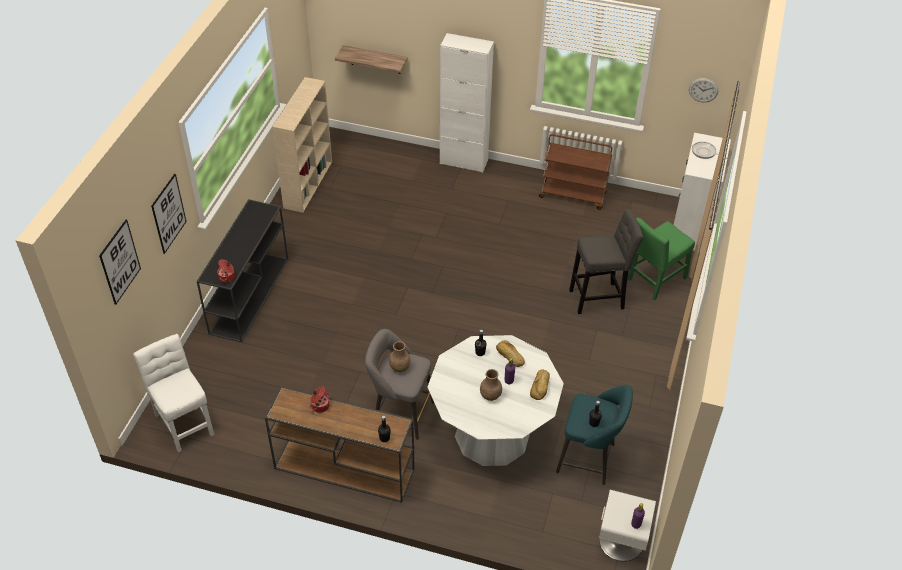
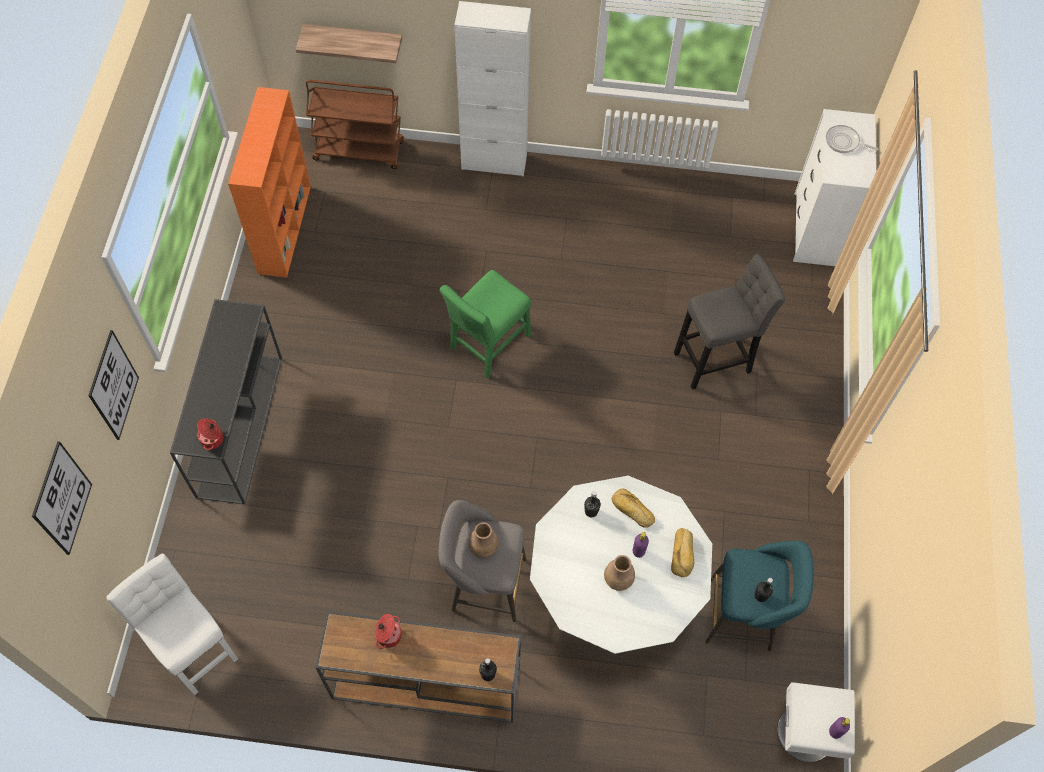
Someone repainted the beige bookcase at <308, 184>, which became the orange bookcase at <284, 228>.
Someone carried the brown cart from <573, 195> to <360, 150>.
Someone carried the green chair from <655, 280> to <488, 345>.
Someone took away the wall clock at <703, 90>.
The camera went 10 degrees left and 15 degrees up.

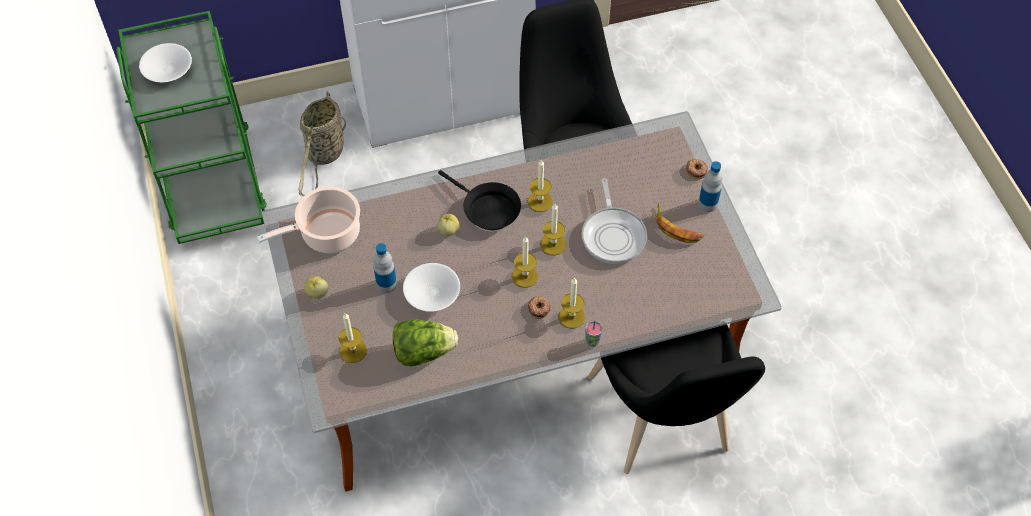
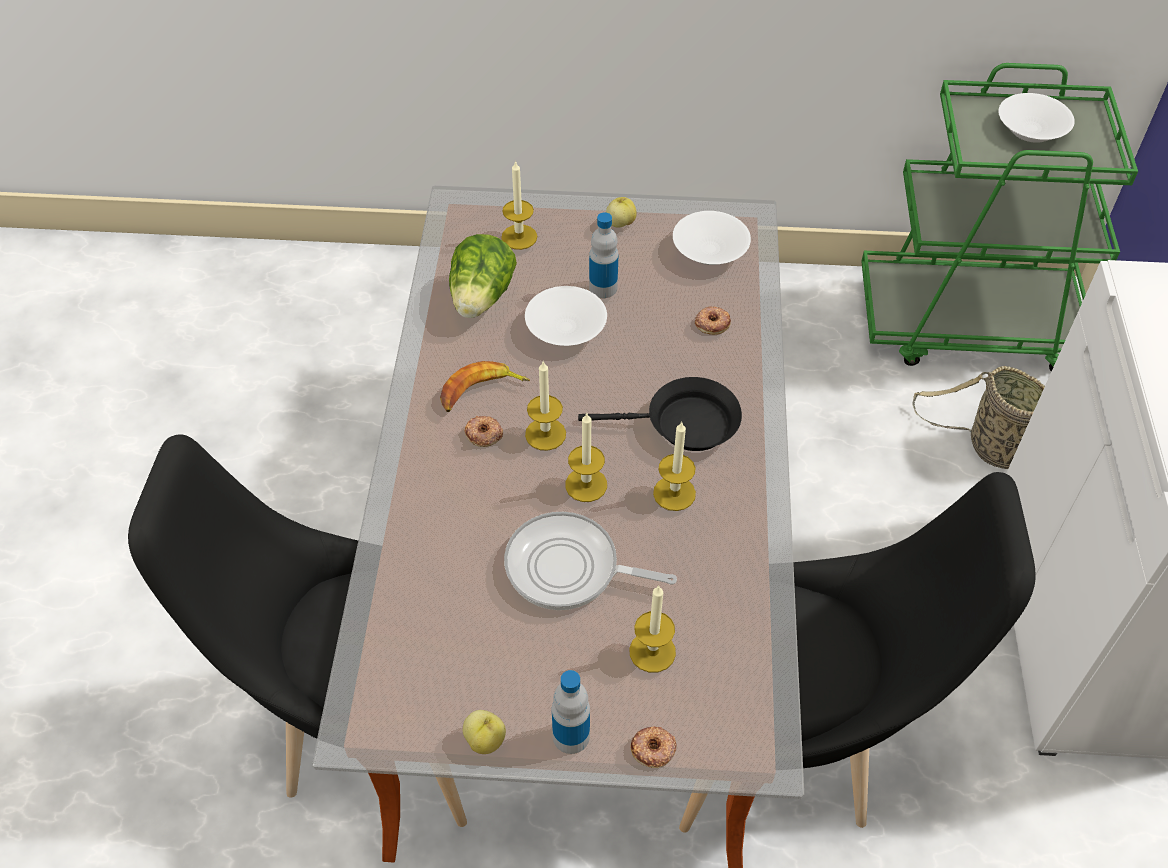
Someone swapped the cooking pot at <327, 234> for the white bowl at <710, 249>.
Someone rotated the black frying pan at <487, 209> by 150 degrees counterclockwise.
Someone carried the apple from <448, 231> to <485, 740>.
Someone carried the candle from <571, 316> to <652, 651>.
Someone took away the cup at <592, 342>.
Someone carried the banana from <676, 228> to <480, 392>.
Someone put down the donut at <712, 323>.
The camera went 110 degrees right and 5 degrees down.

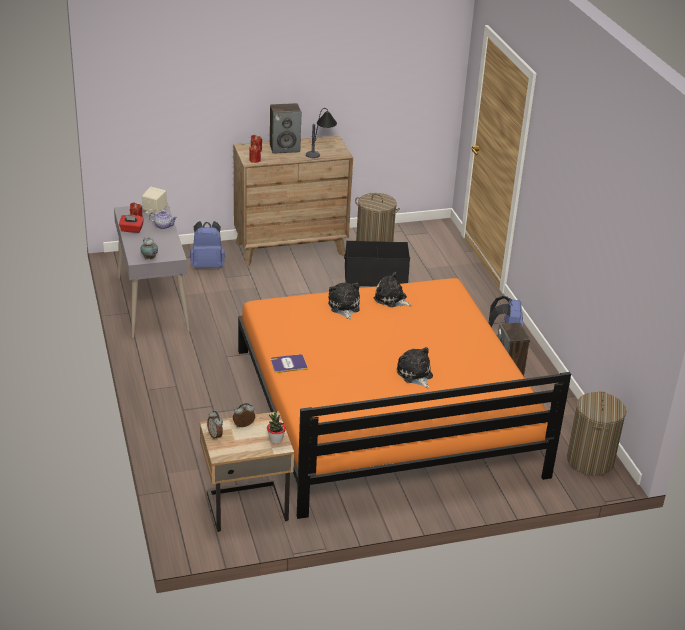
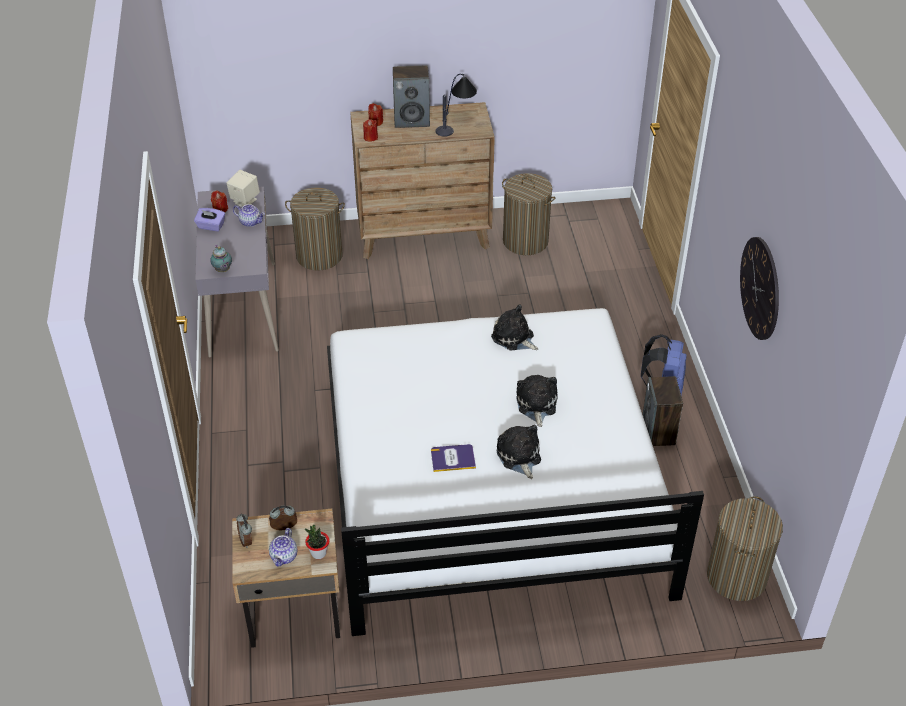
Someone repainted the red tissue box at <131, 230>, which became the purple tissue box at <211, 226>.
Someone swapped the blue backpack at <207, 265> for the laundry basket at <319, 256>.
Someone repainted the orange bed at <385, 411>, which became the white bed at <491, 484>.
Someone carried the book from <288, 364> to <453, 458>.
Someone carried the plush toy from <344, 307> to <536, 405>.
Someone took away the black storage box at <375, 278>.
Someone put down the teapot at <284, 556>.
Someone put up the wall clock at <760, 288>.
The camera went 10 degrees right and 10 degrees up.

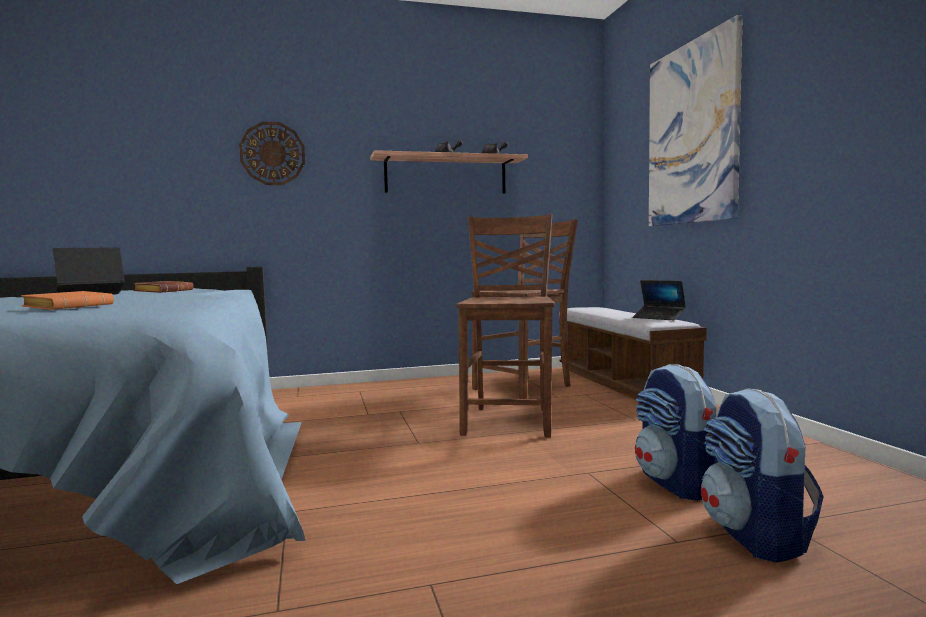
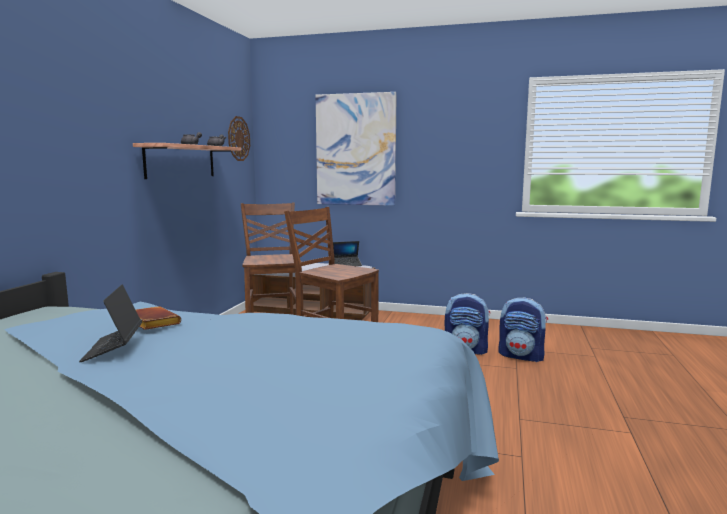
Someone took away the orange book at <70, 307>.
Someone carried the wall clock from <272, 153> to <238, 138>.
The camera went 60 degrees left and 5 degrees up.

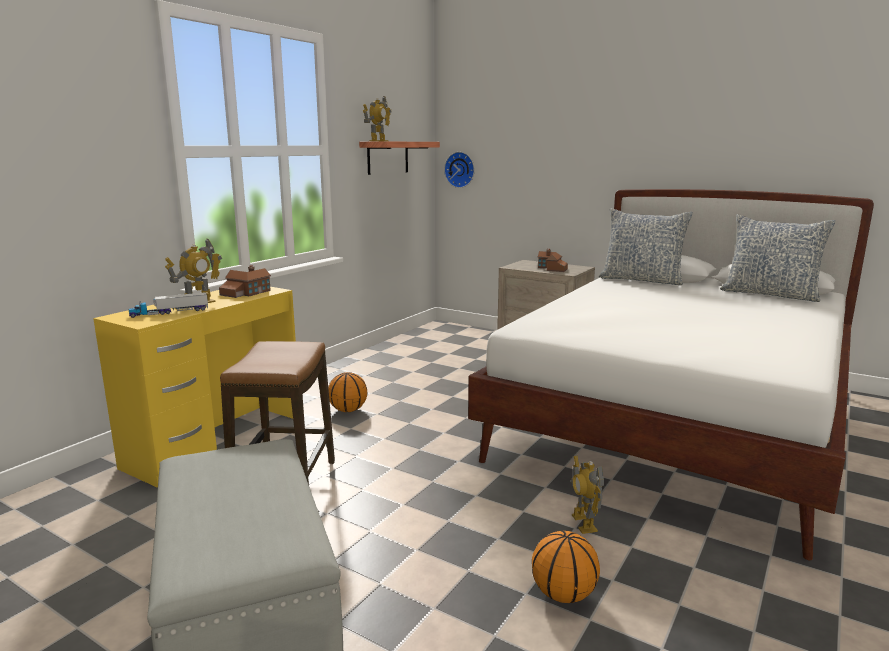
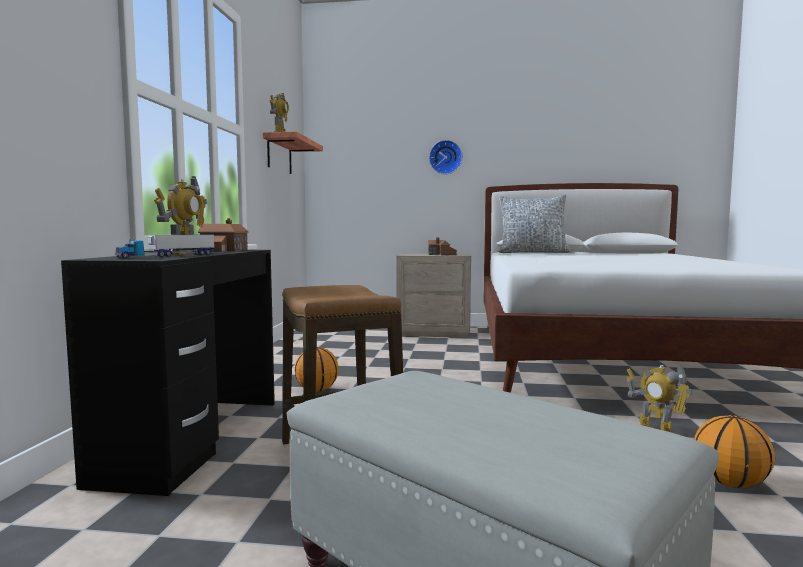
Someone repainted the yellow desk at <216, 442>, which became the black desk at <194, 438>.
Someone carried the wall clock from <460, 169> to <445, 157>.
Someone took away the pillow at <770, 294>.
The camera went 25 degrees left and 10 degrees down.

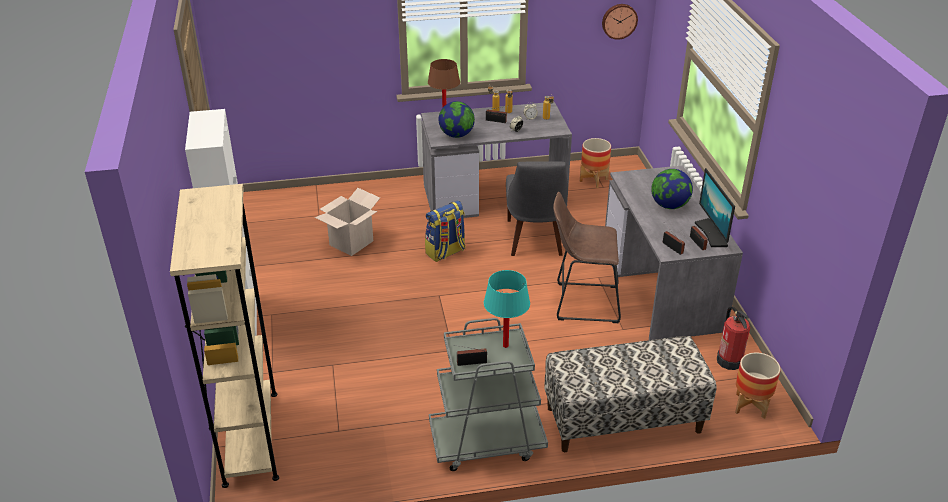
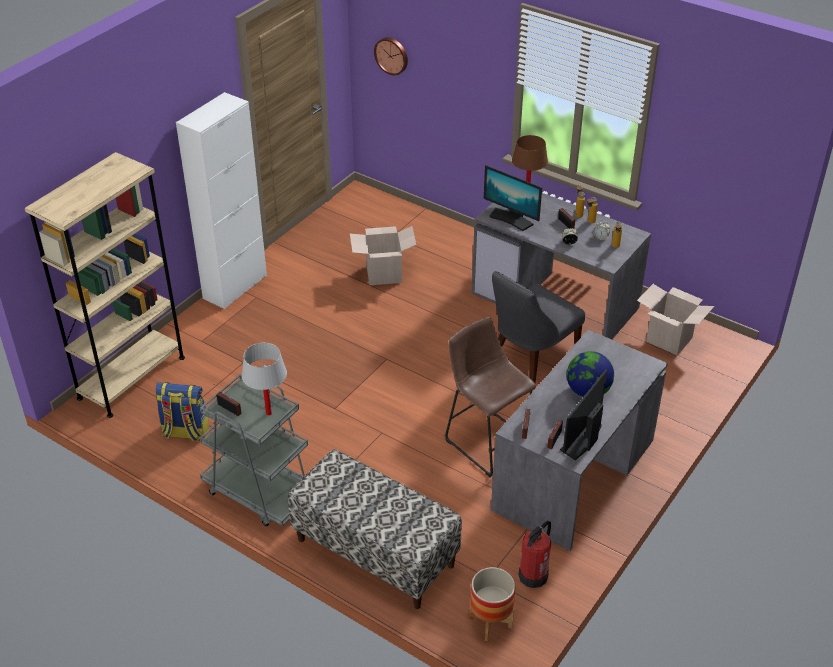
Someone carried the backpack from <445, 252> to <185, 432>.
Someone swapped the globe at <456, 135> for the monitor at <511, 219>.
Someone repainted the turquoise table lamp at <505, 346>, which became the white table lamp at <268, 413>.
Someone swapped the planter at <593, 180> for the cardboard box at <669, 339>.
Someone carried the wall clock from <619, 20> to <392, 55>.
The camera went 45 degrees right and 5 degrees up.

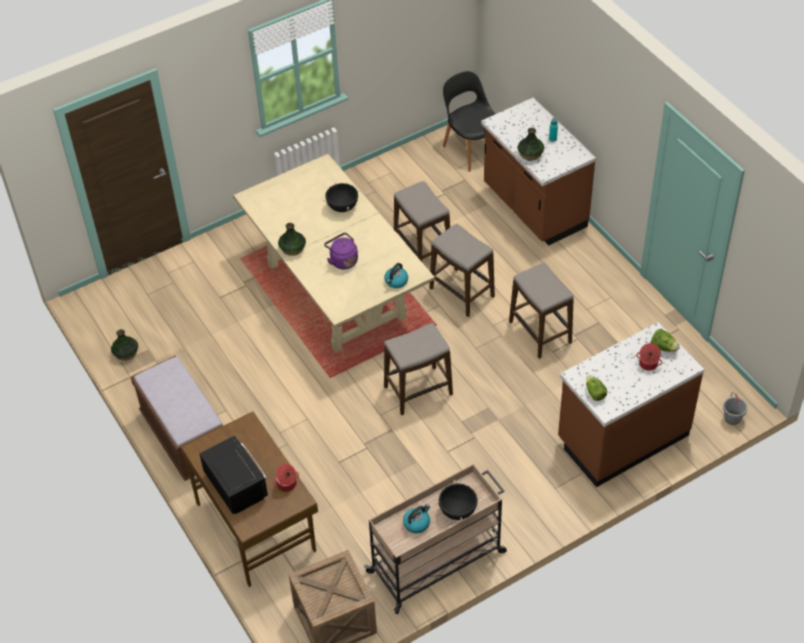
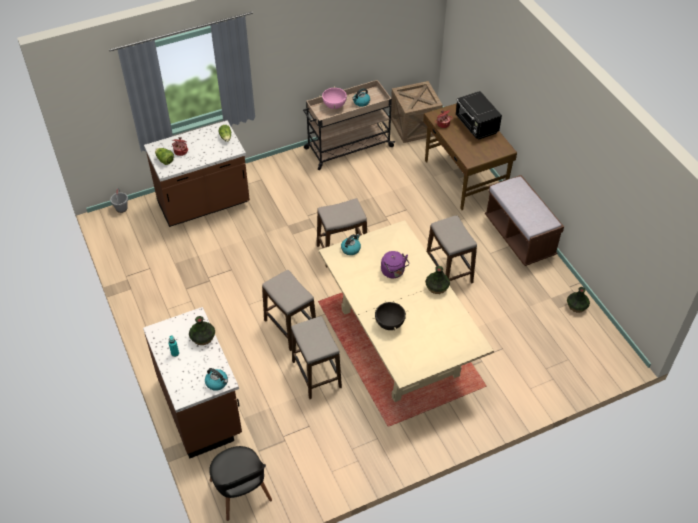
Someone repainted the black cooking pot at <457, 511>, which became the pink cooking pot at <334, 106>.
Someone carried the stool from <540, 333> to <449, 271>.
Someone put down the kettle at <217, 382>.
The camera went 175 degrees left and 0 degrees up.

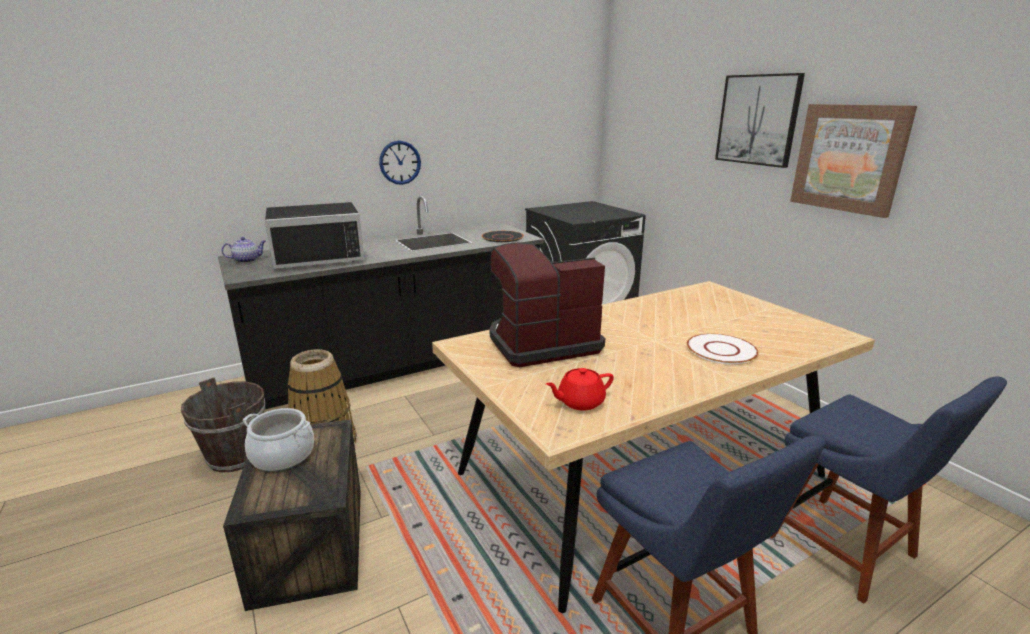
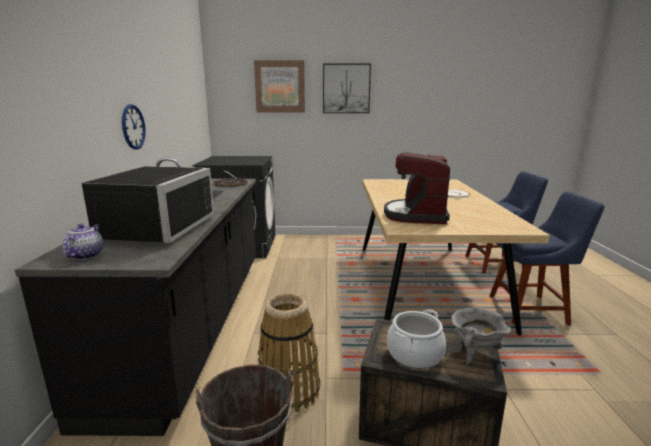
Someone took away the red teapot at <579, 402>.
Someone carried the picture from <849, 158> to <280, 86>.
Someone put down the grey cooking pot at <475, 353>.
The camera went 60 degrees left and 5 degrees down.

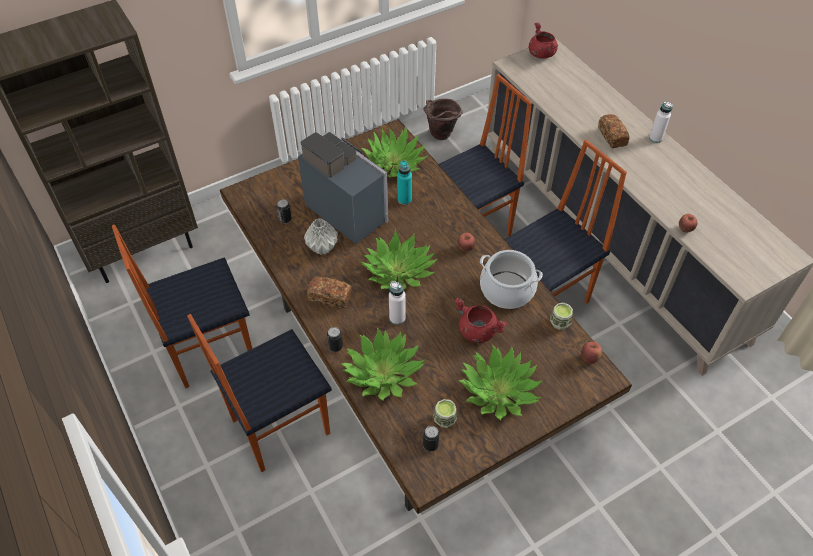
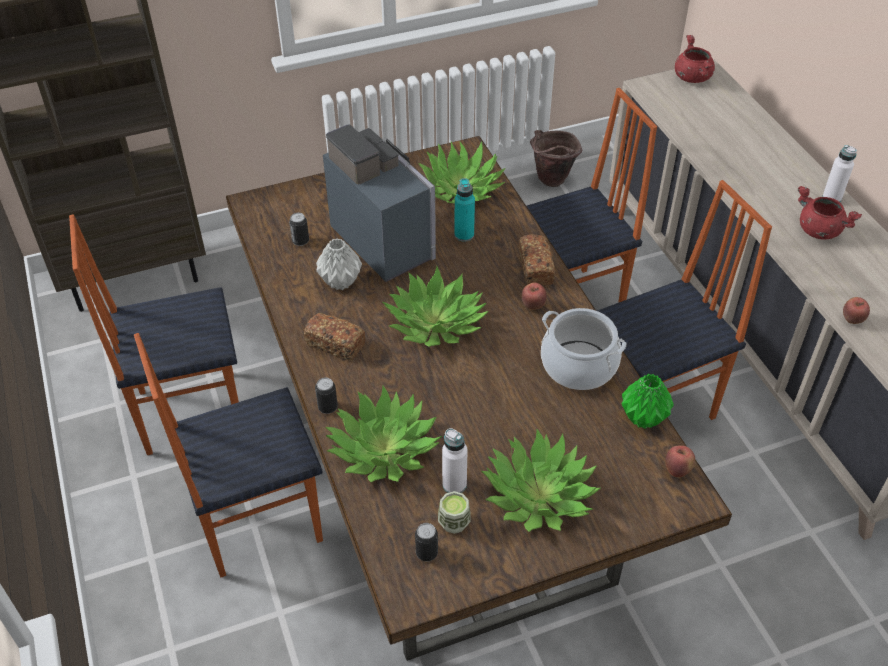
Someone carried the white bottle from <397, 318> to <454, 484>.
Someone carried the red cooking pot from <477, 331> to <818, 230>.
Someone swapped the cup at <559, 323> for the green vase at <644, 417>.
Someone carried the bread from <612, 137> to <535, 269>.
The camera went 10 degrees right and 5 degrees down.

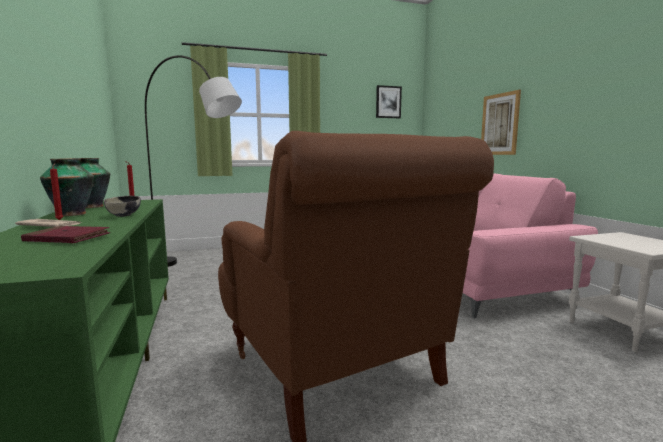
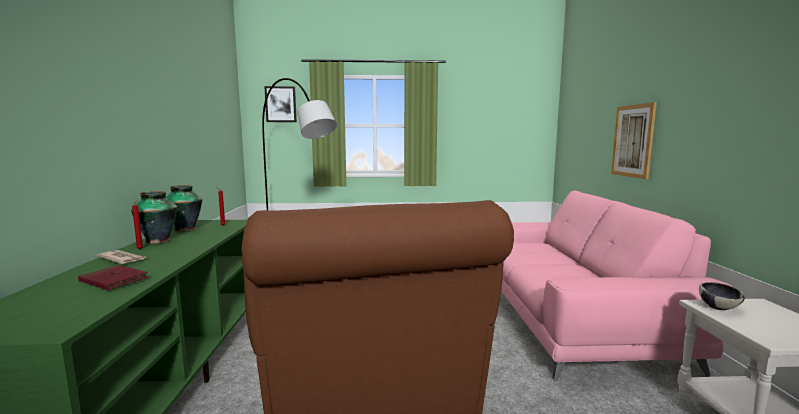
Someone carried the bowl from <124, 215> to <718, 307>.
Someone carried the picture from <388, 102> to <281, 104>.
The camera went 15 degrees right and 0 degrees up.

